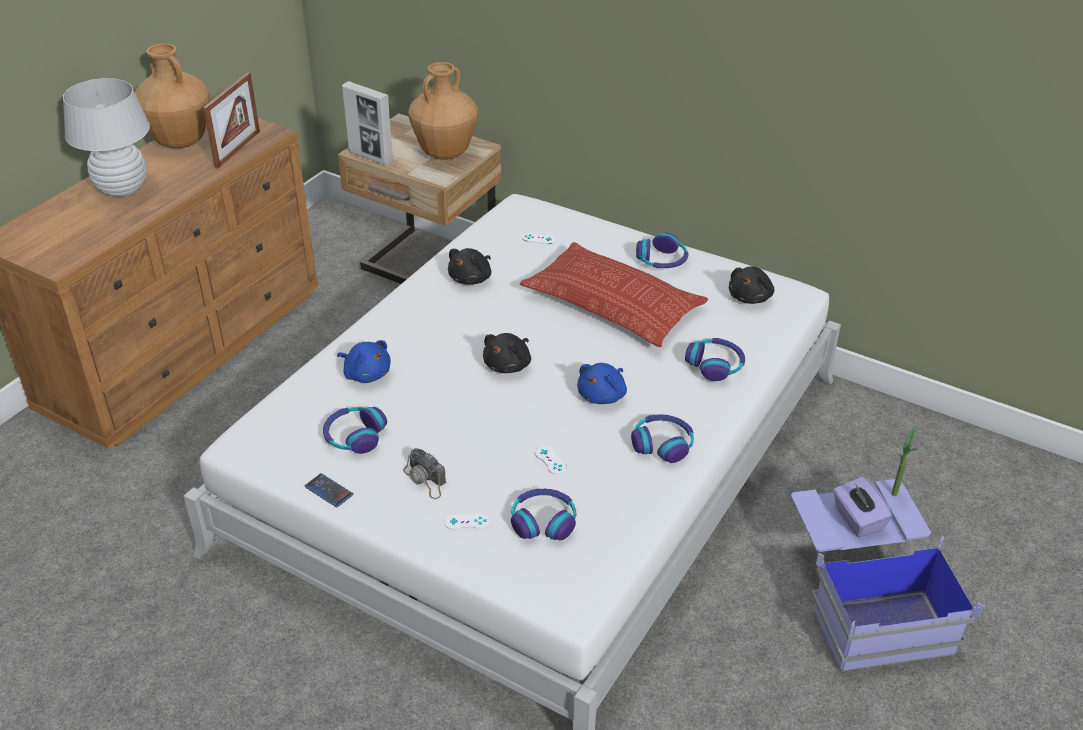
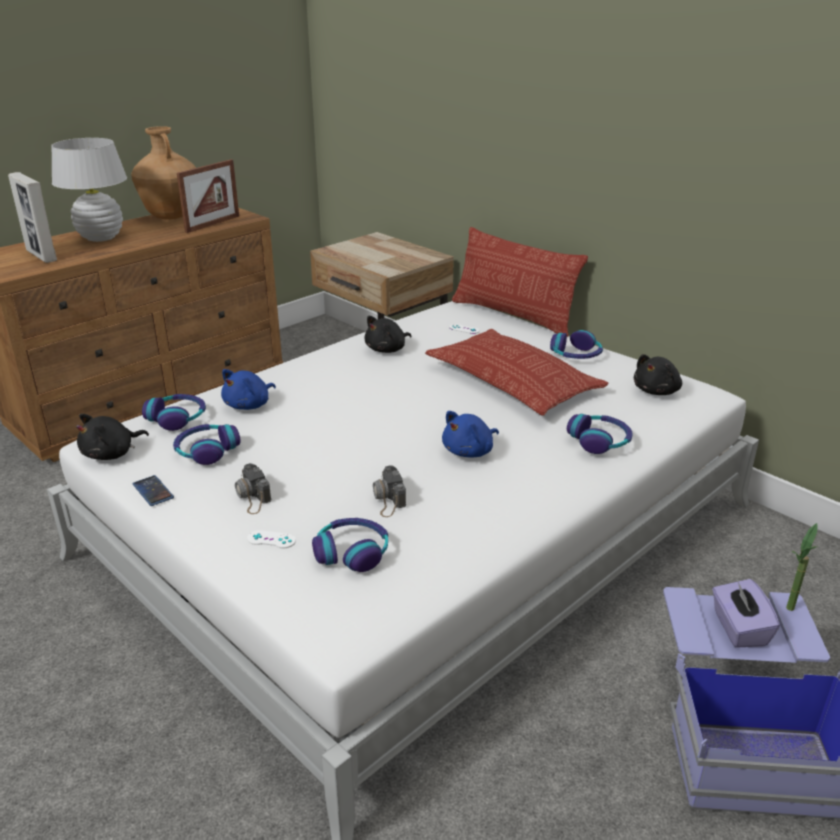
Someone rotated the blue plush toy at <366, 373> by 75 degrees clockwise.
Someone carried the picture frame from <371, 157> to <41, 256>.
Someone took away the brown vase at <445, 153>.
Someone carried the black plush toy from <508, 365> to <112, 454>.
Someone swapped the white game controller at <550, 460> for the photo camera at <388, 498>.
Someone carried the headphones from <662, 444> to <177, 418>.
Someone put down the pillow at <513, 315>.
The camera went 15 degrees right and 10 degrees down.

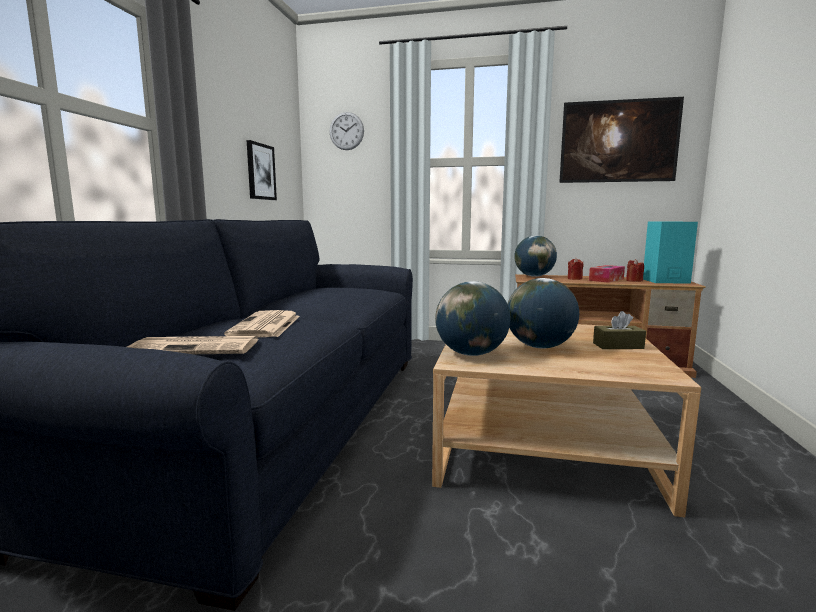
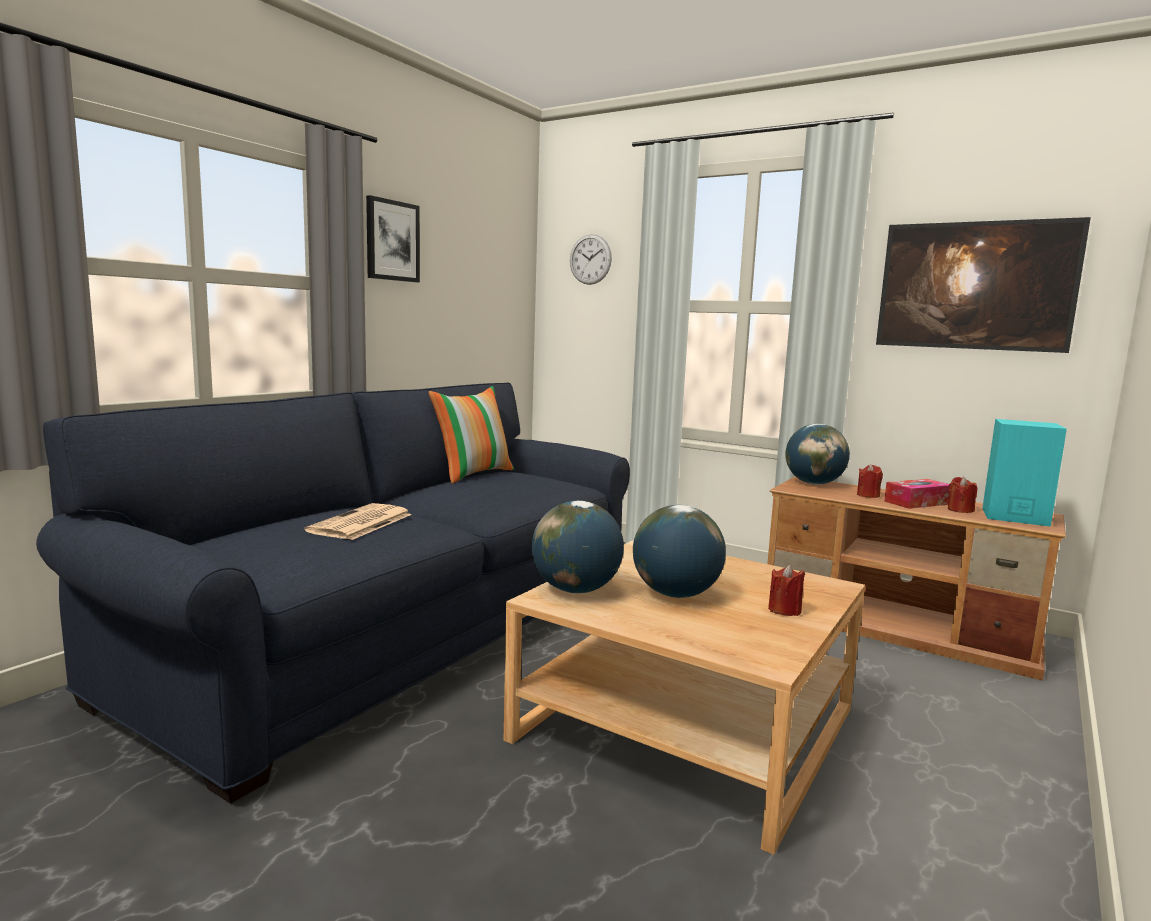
Someone took away the newspaper at <197, 347>.
Someone carried the picture from <260, 172> to <392, 241>.
Someone swapped the brown tissue box at <618, 346> for the red candle at <784, 610>.
Someone put down the pillow at <473, 474>.
The camera went 20 degrees right and 0 degrees up.

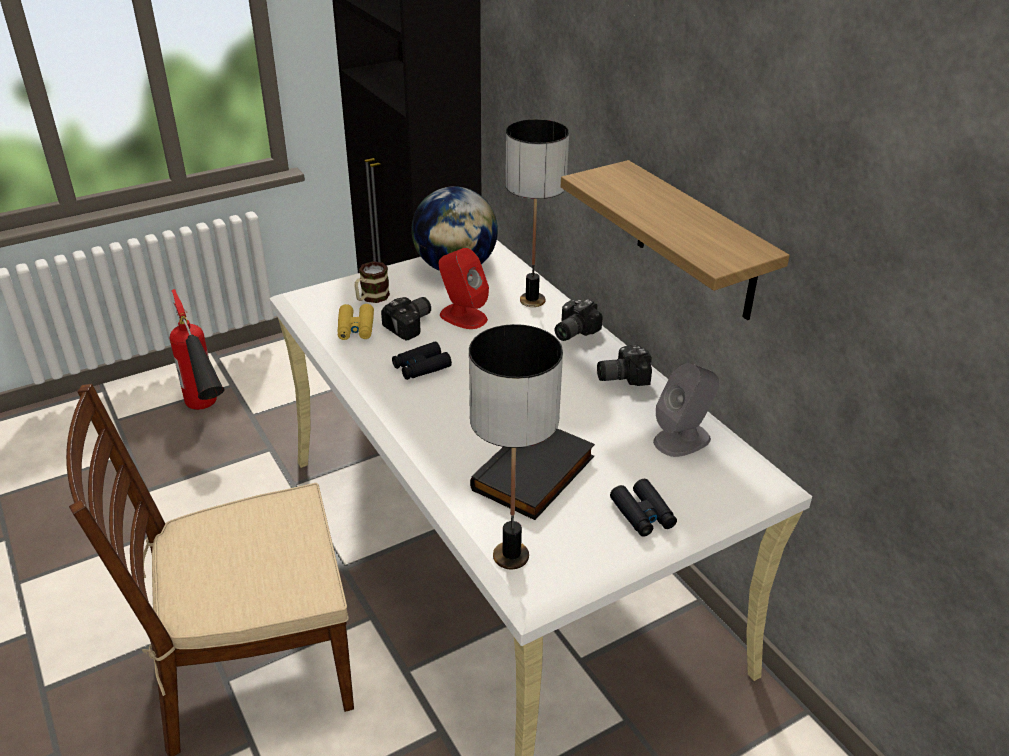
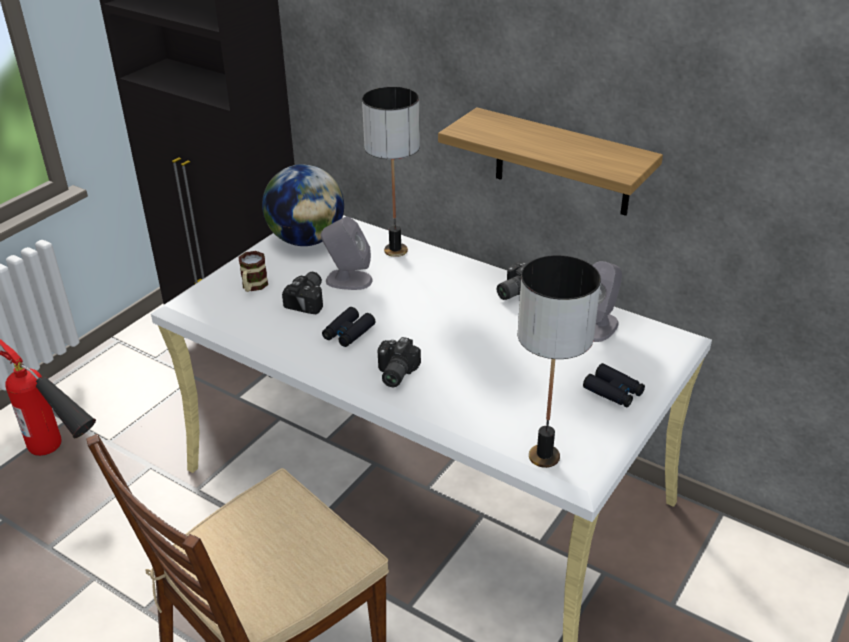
Someone took away the yellow binoculars at <356, 328>.
Someone repainted the red speaker at <462, 316>, which became the grey speaker at <348, 280>.
Someone took away the black book at <535, 475>.
Someone carried the photo camera from <572, 331> to <394, 373>.
The camera went 25 degrees left and 0 degrees up.

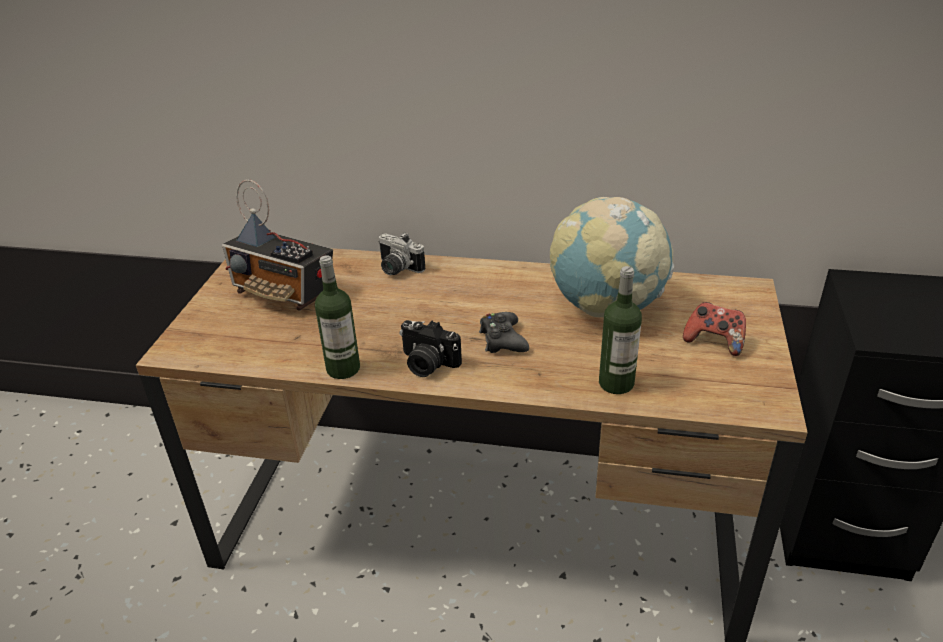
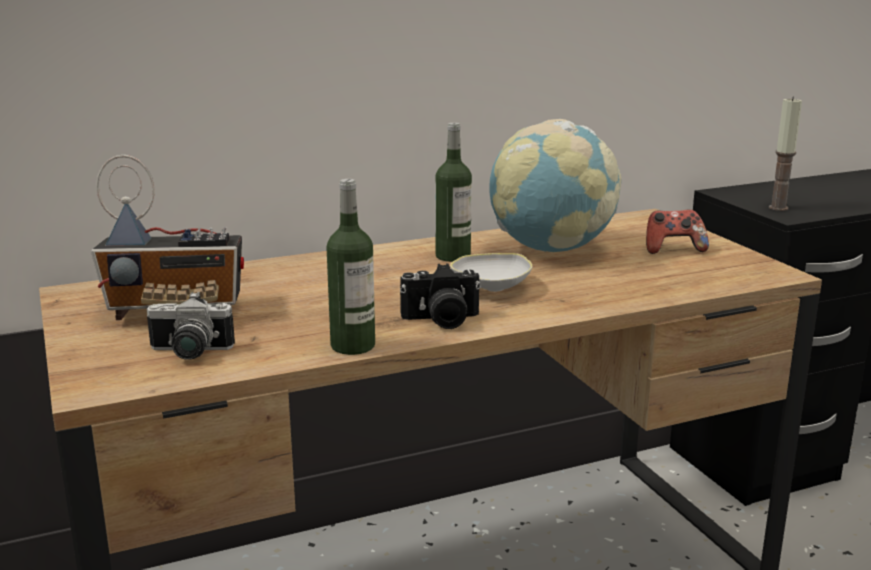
Someone carried the photo camera from <396, 269> to <188, 353>.
Someone swapped the black game controller at <502, 340> for the white bowl at <490, 288>.
Someone carried the bottle from <616, 383> to <453, 256>.
Someone put down the candle at <778, 208>.
The camera went 35 degrees left and 15 degrees down.

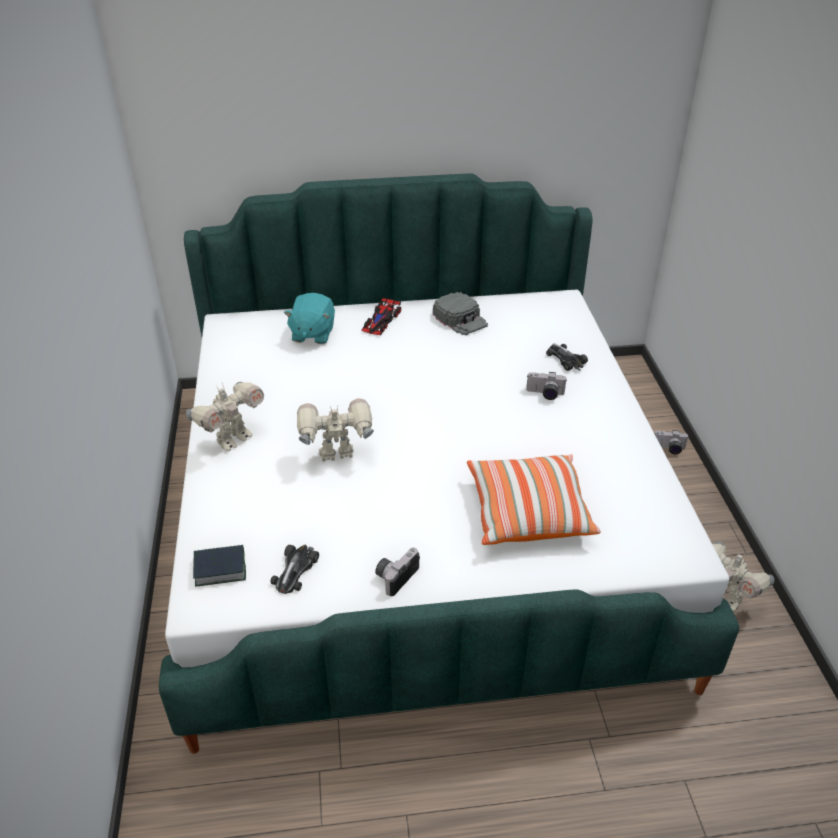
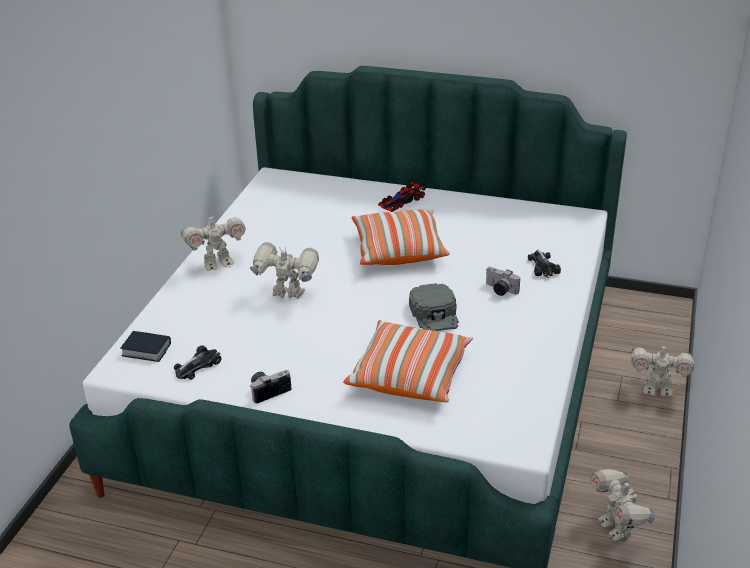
Someone took away the turquoise plush toy at <312, 334>.
Someone carried the grey cap from <460, 319> to <434, 313>.
Someone swapped the photo camera at <668, 449> for the toy robot at <657, 389>.
Someone put down the pillow at <398, 250>.
The camera went 25 degrees right and 5 degrees down.

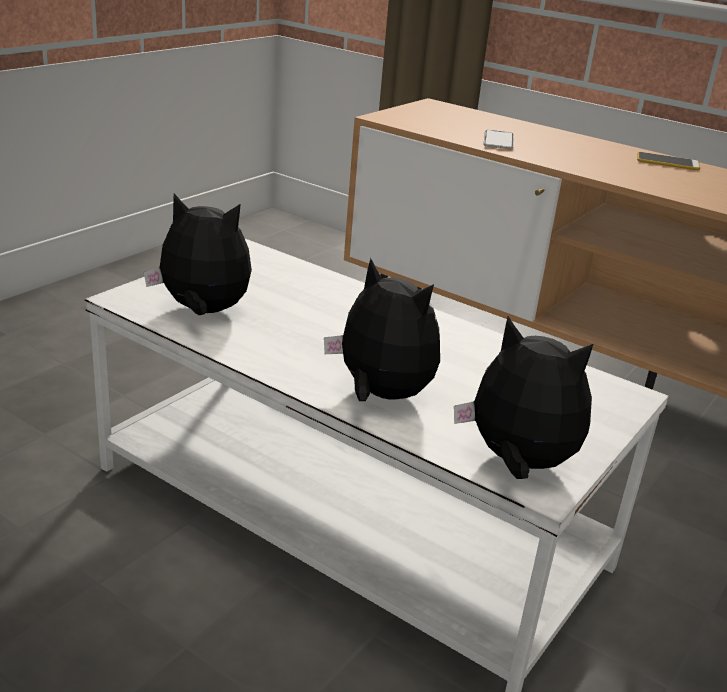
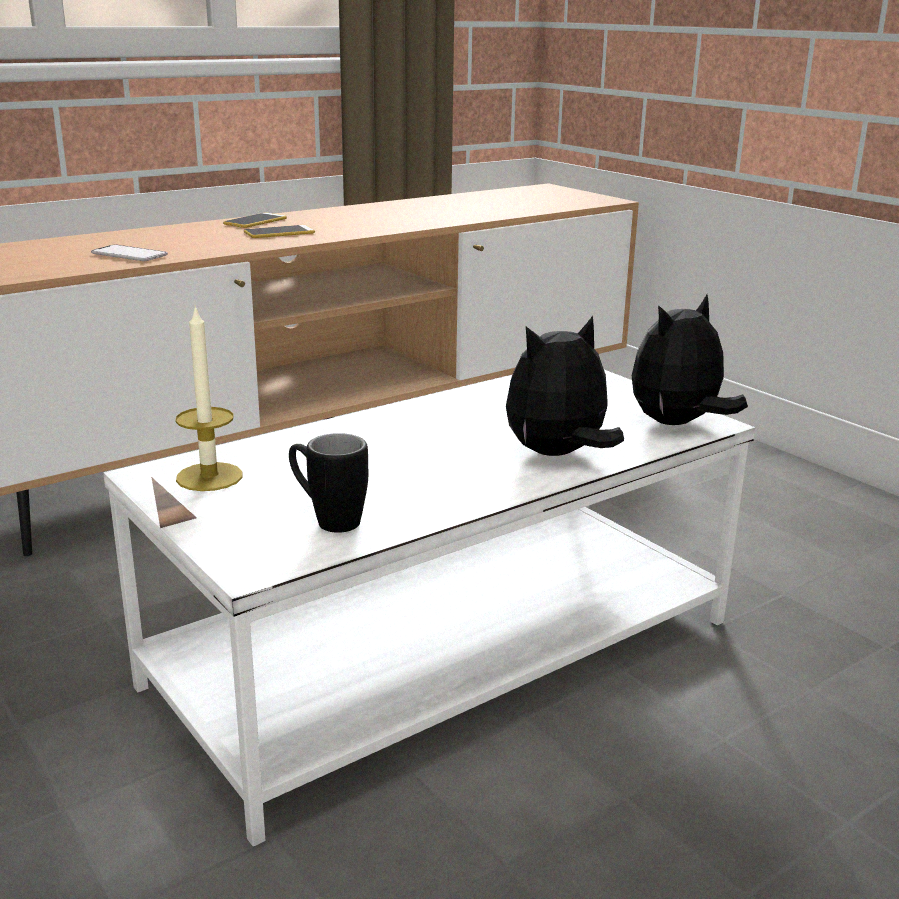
Someone swapped the plush toy at <203, 312> for the black mug at <327, 519>.
Someone put down the candle at <209, 477>.
Someone put down the phone at <279, 233>.
The camera went 70 degrees left and 5 degrees down.

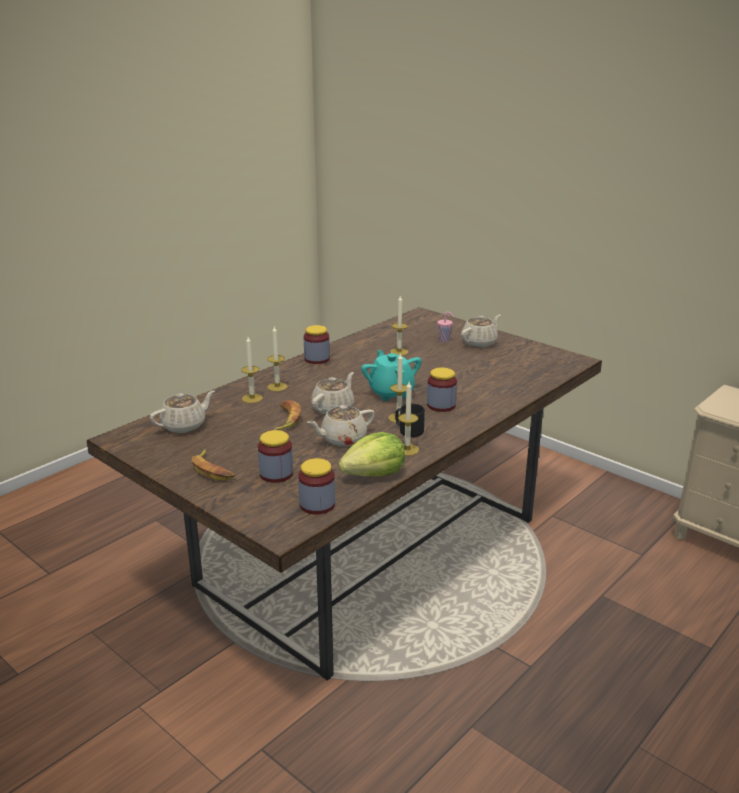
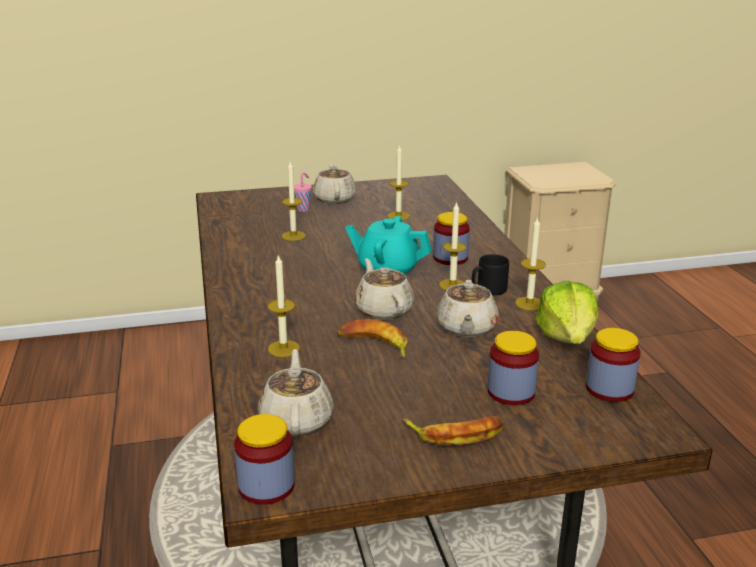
Someone carried the candle from <277, 387> to <398, 216>.
Someone carried the jar from <317, 359> to <266, 486>.
The camera went 55 degrees left and 0 degrees up.

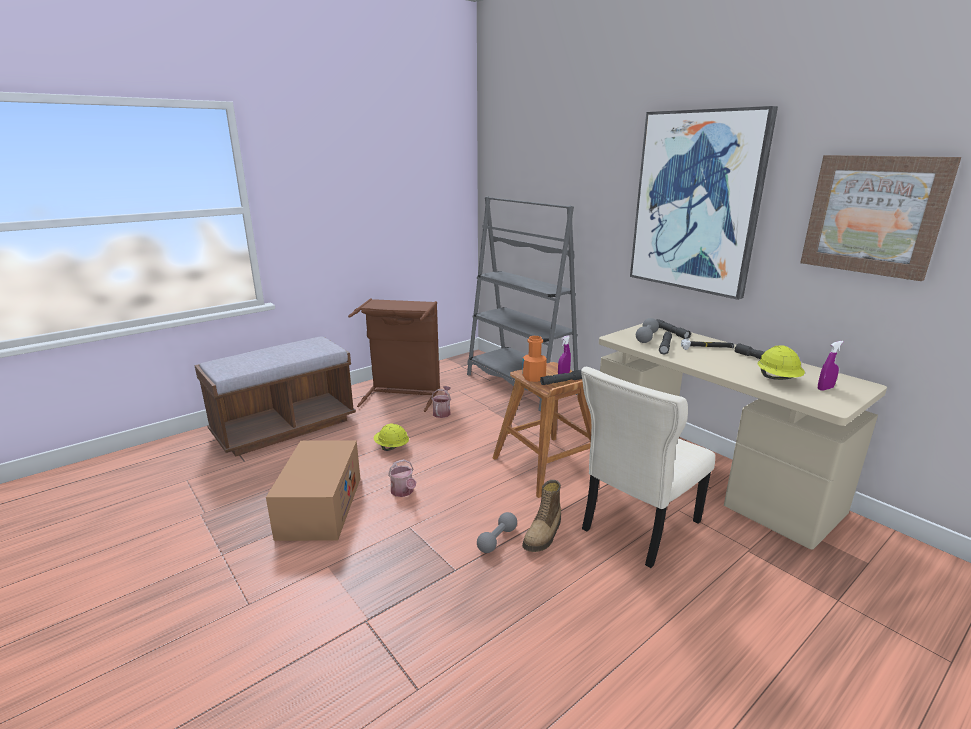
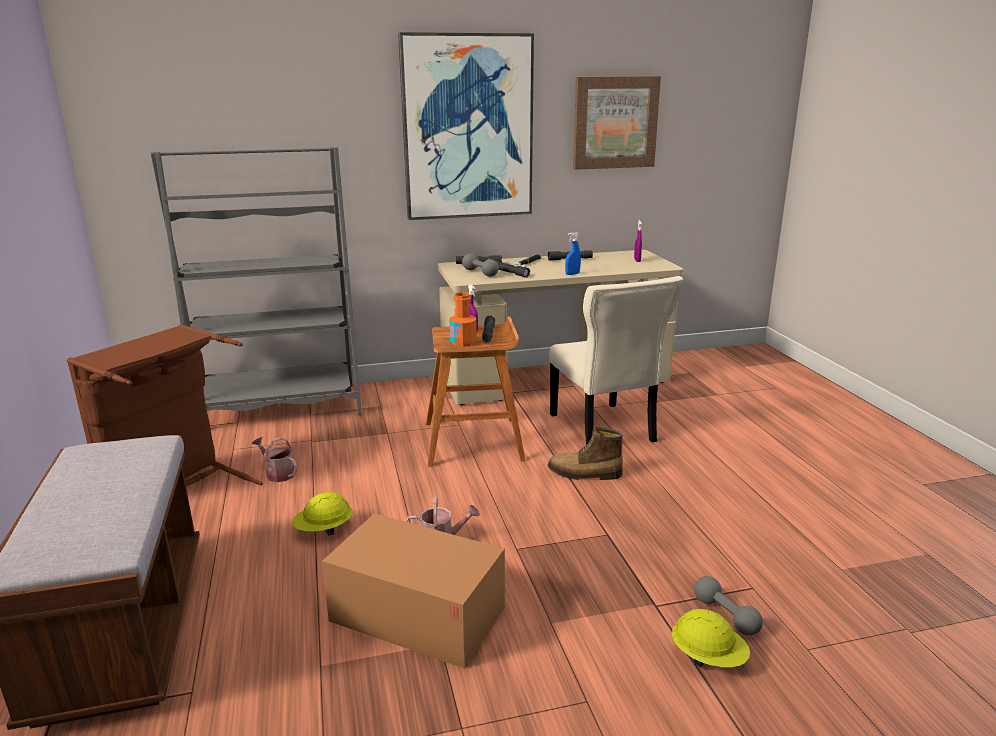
Someone carried the grey dumbbell from <497, 539> to <725, 615>.
Someone rotated the boot at <543, 534> by 135 degrees clockwise.
Someone carried the yellow hard hat from <778, 379> to <708, 657>.
Someone put down the blue spray bottle at <572, 274>.
The camera went 65 degrees left and 0 degrees up.

